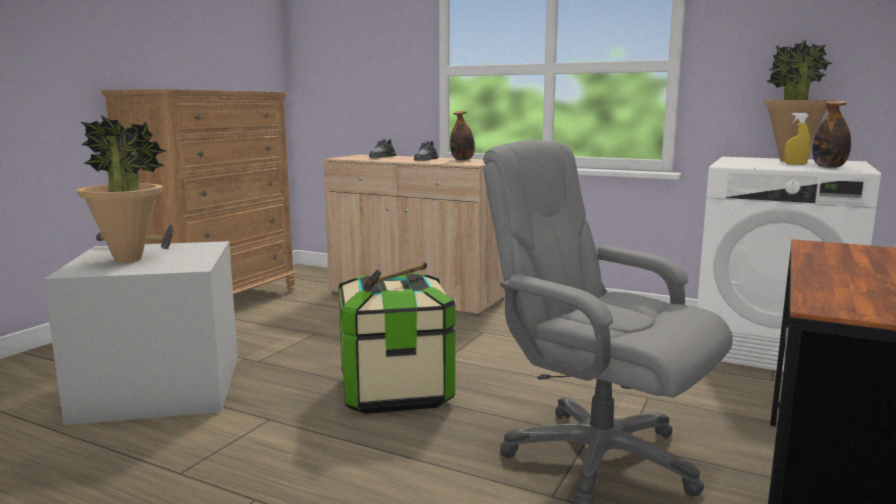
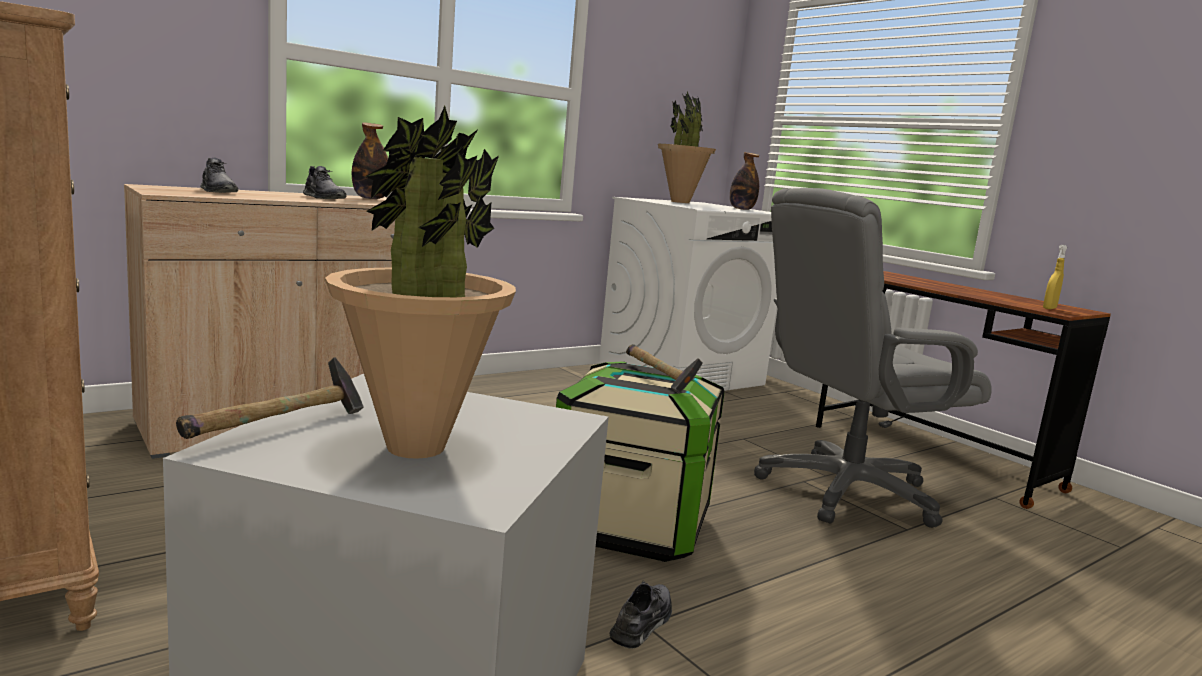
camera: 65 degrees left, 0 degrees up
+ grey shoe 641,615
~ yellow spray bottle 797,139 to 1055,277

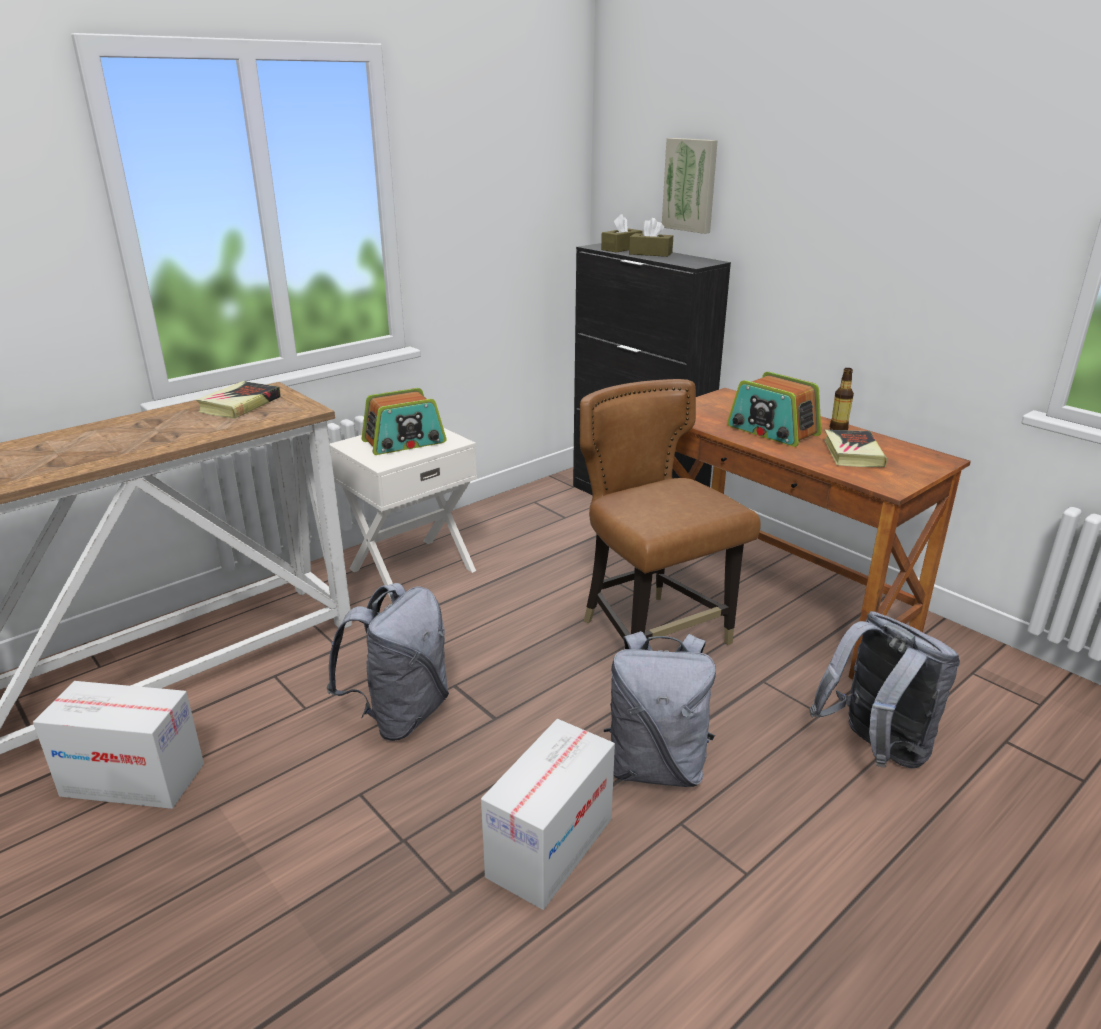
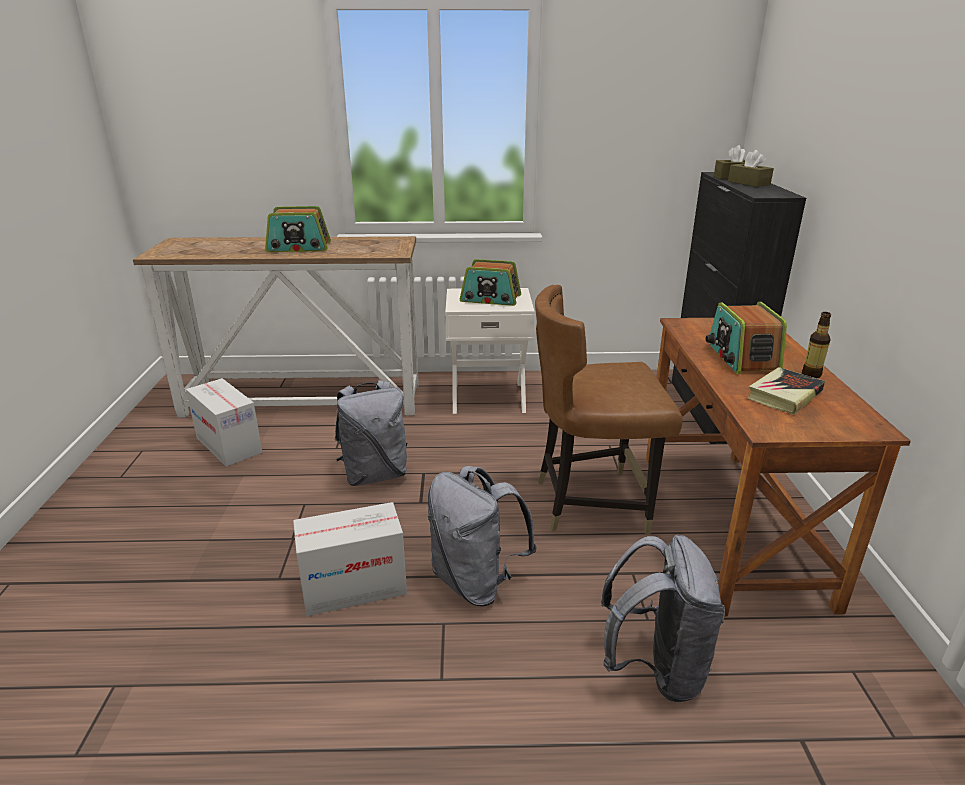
camera: 40 degrees right, 0 degrees up
- book 238,399
- picture 690,186
+ radio 298,229
~ brown chair 670,512 = 609,409 105 degrees counterclockwise

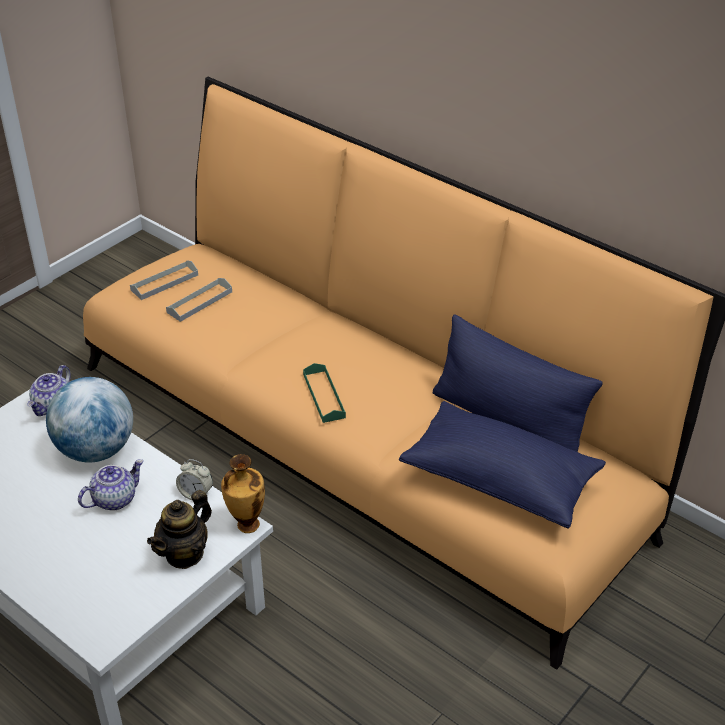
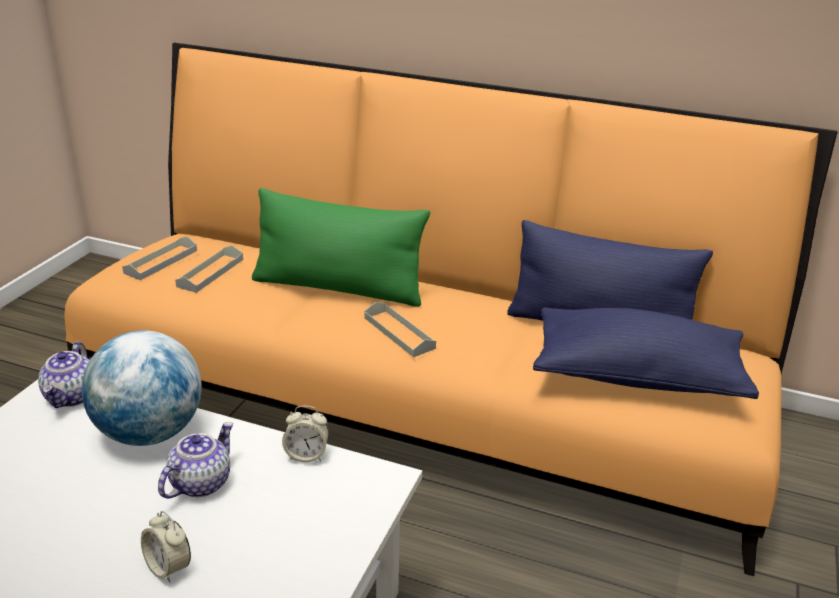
camera: 20 degrees left, 10 degrees down
- teapot 179,529
- vase 243,493
+ alarm clock 166,547
+ green pillow 341,247
~ green tray 324,393 to grey tray 400,329

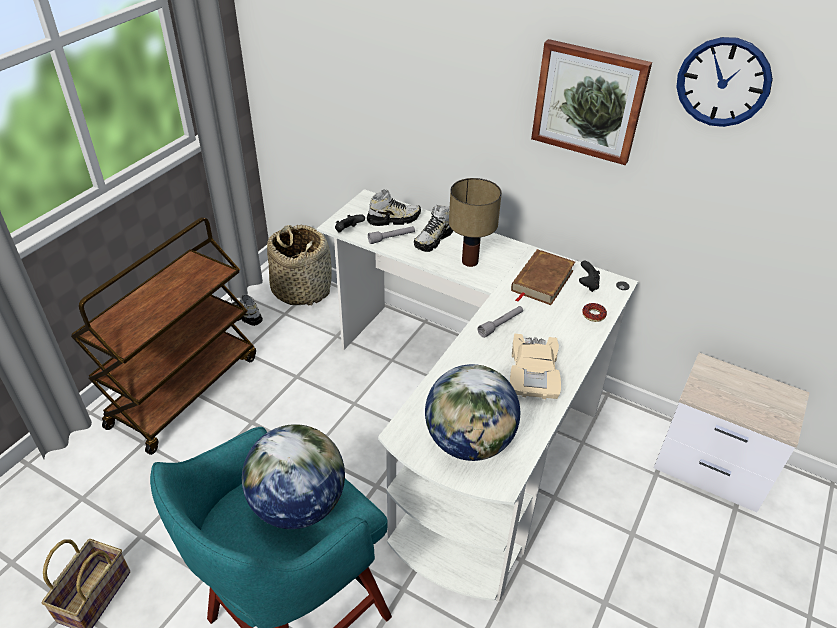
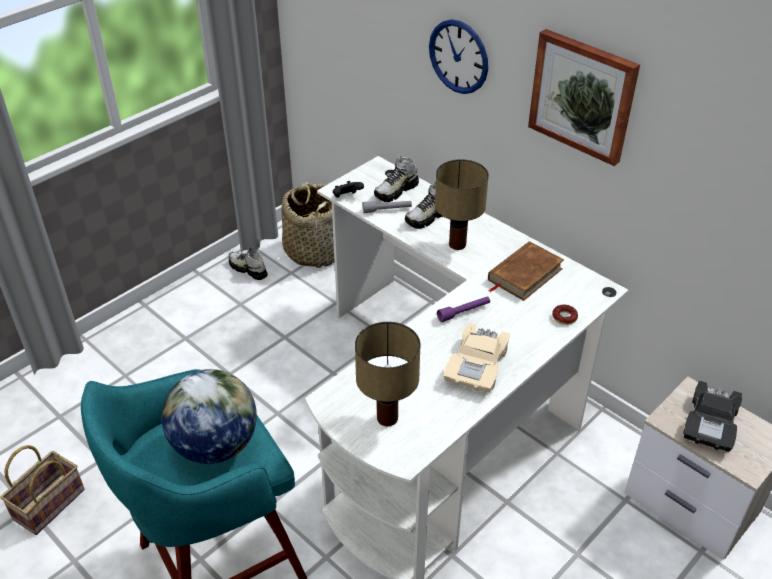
camera: 15 degrees right, 0 degrees up
- brown cart 163,336
- black game controller 589,276
+ black toy car 712,416
~ wall clock 724,82 to 458,56
~ globe 472,412 to table lamp 388,374
~ grey flashlight 500,322 to purple flashlight 463,309
~ shoe 394,207 = 396,179 135 degrees clockwise

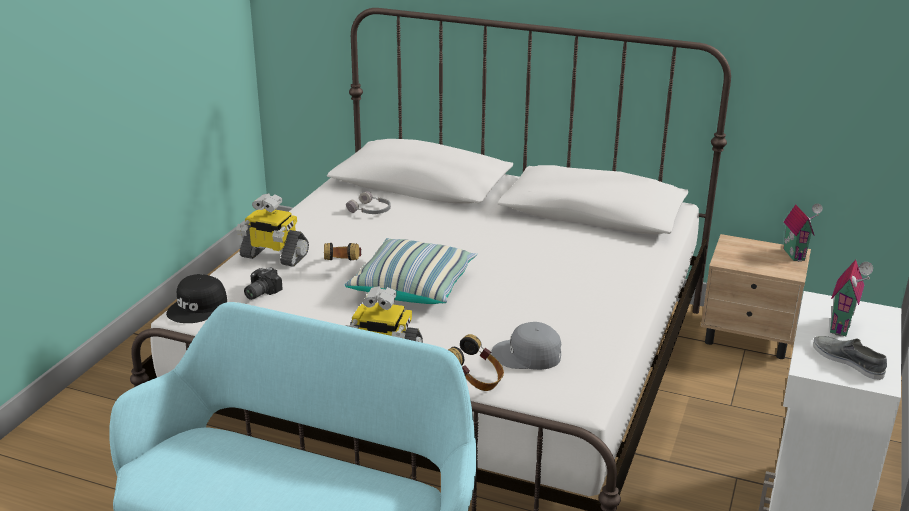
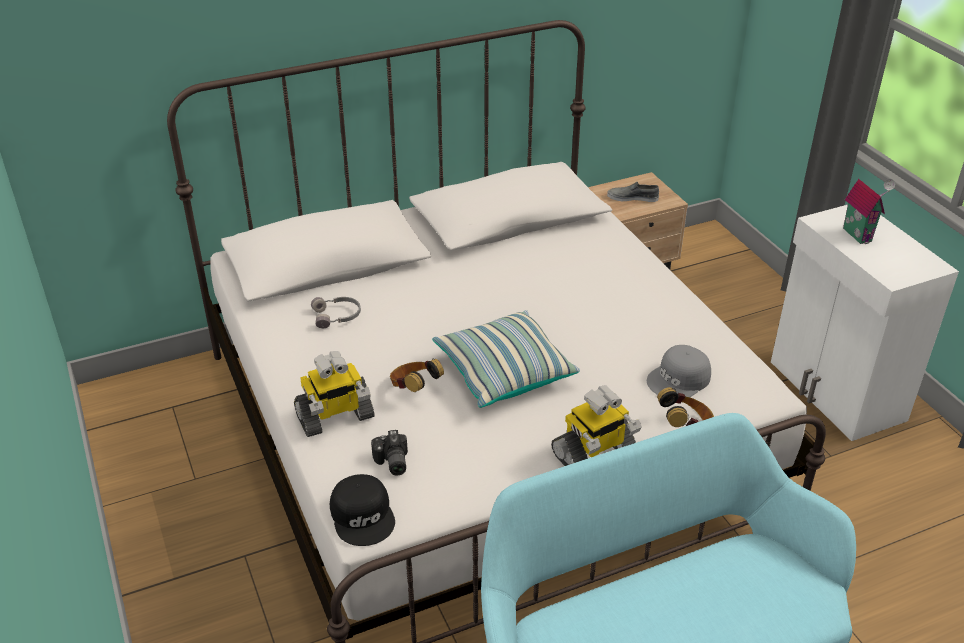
camera: 45 degrees left, 10 degrees up
- toy house 803,232
~ grey shoe 850,358 to 633,192

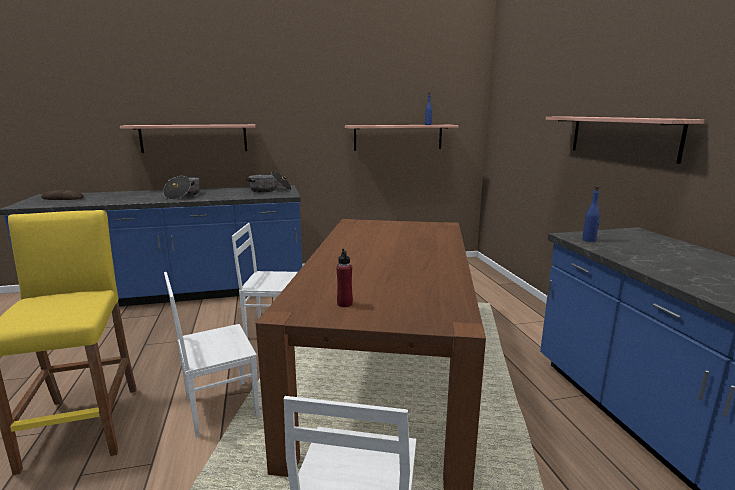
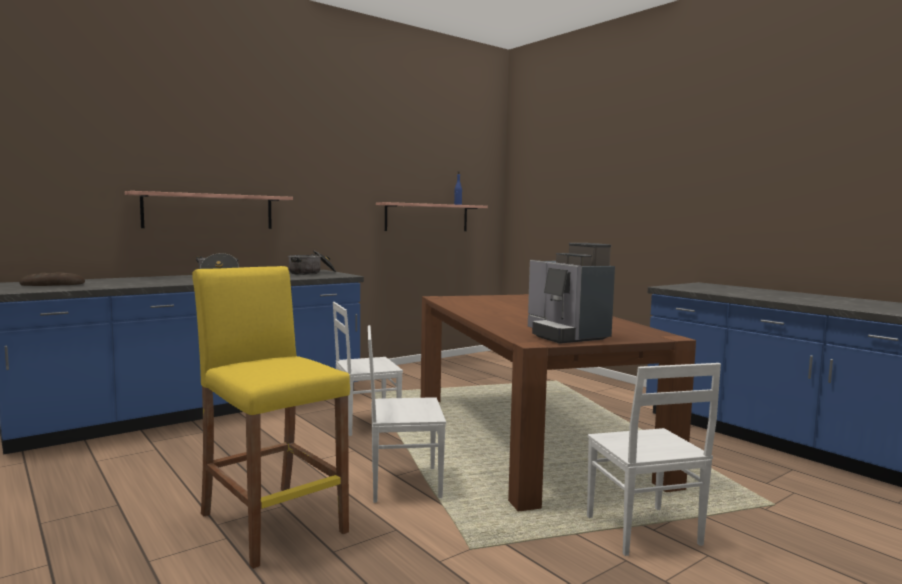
camera: 25 degrees left, 10 degrees down
- shelf 625,140
- blue bottle 591,214
~ red bottle 344,278 to coffee machine 571,293
~ white chair 212,354 = 407,414 45 degrees clockwise

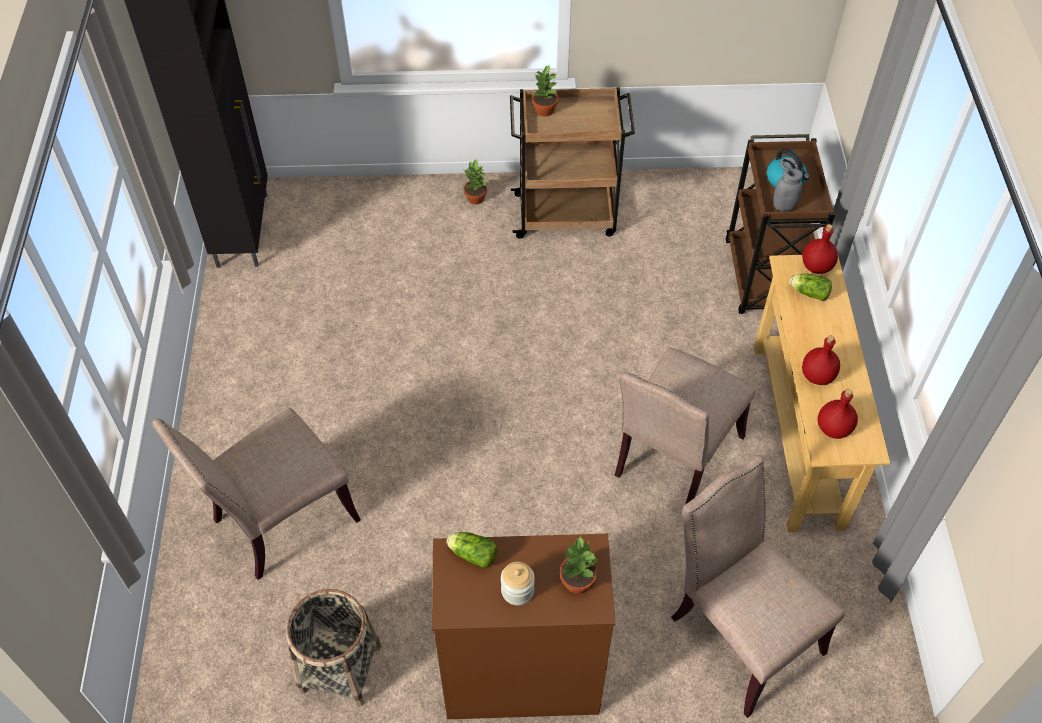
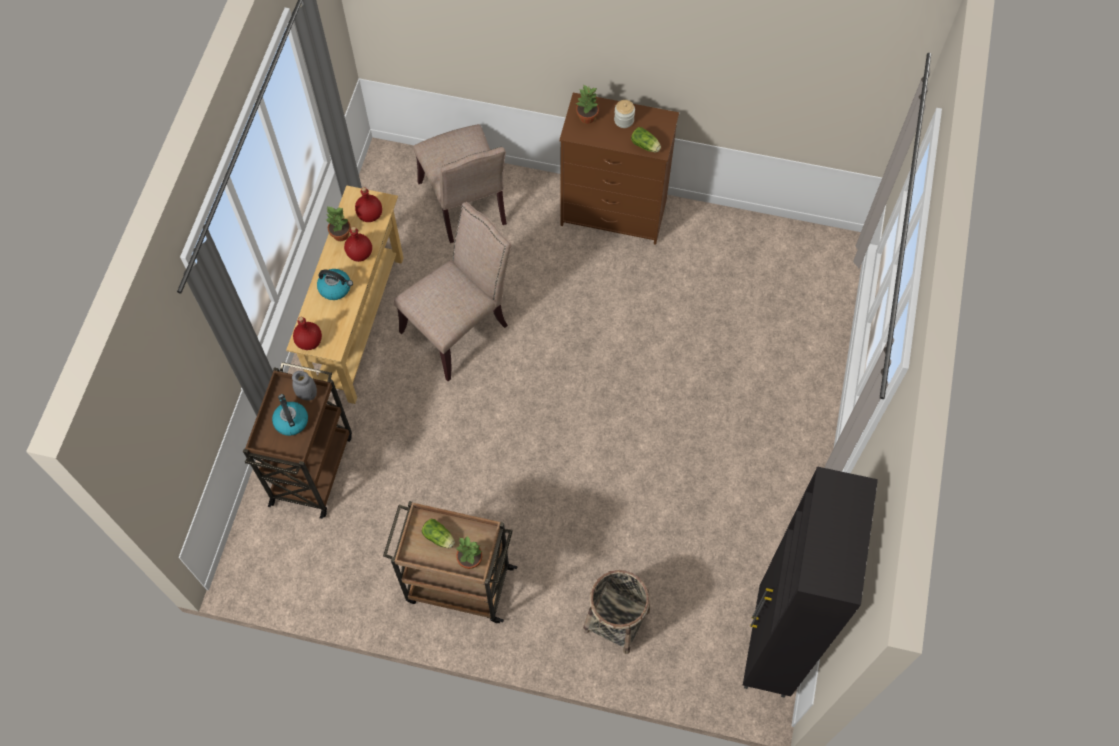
camera: 165 degrees left, 10 degrees up
- beige chair 256,494
+ kettle 335,284
~ basket 333,648 to 616,612
~ potted plant 475,182 to 339,224
~ lettuce 811,287 to 438,533

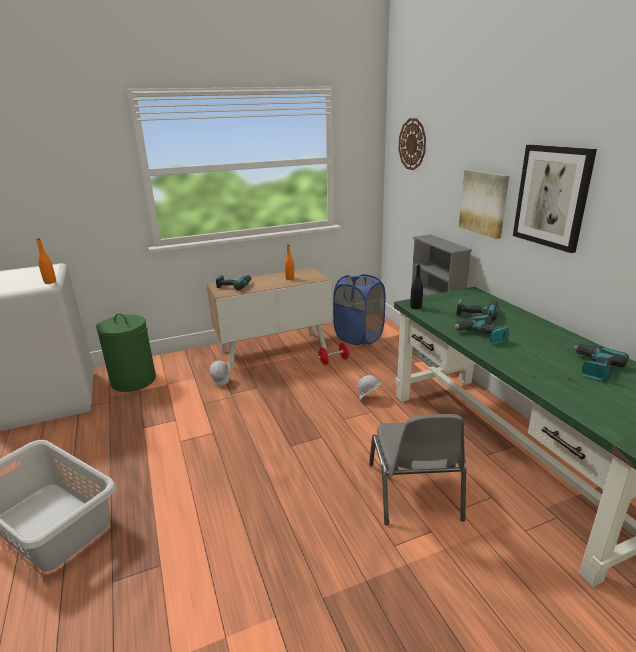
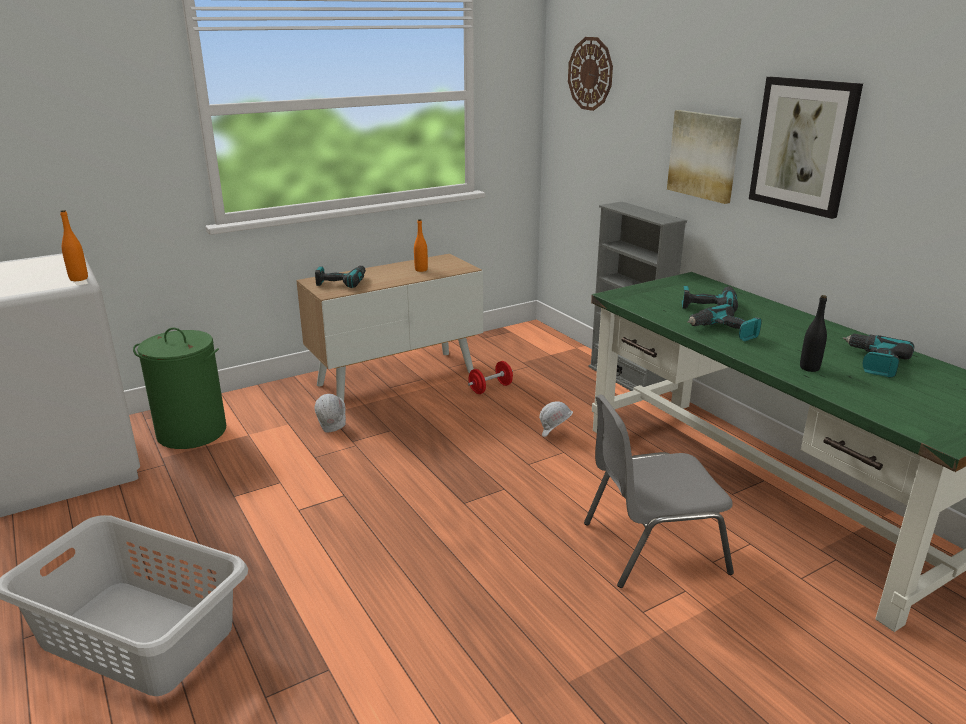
camera: 10 degrees left, 0 degrees up
- blue laundry basket 359,309
~ black bottle 416,286 to 813,333
~ grey chair 417,469 = 659,491 90 degrees clockwise

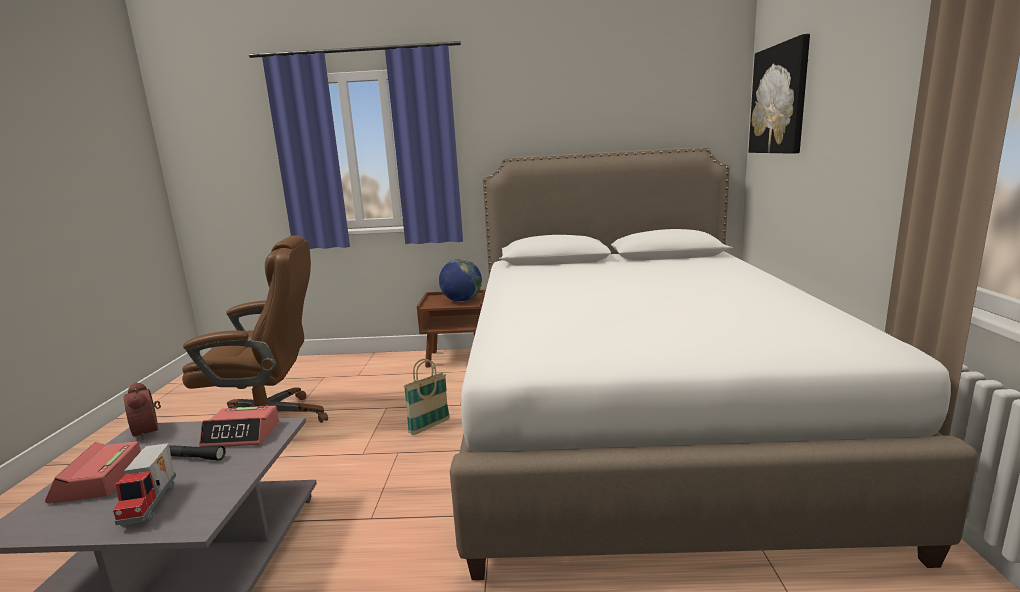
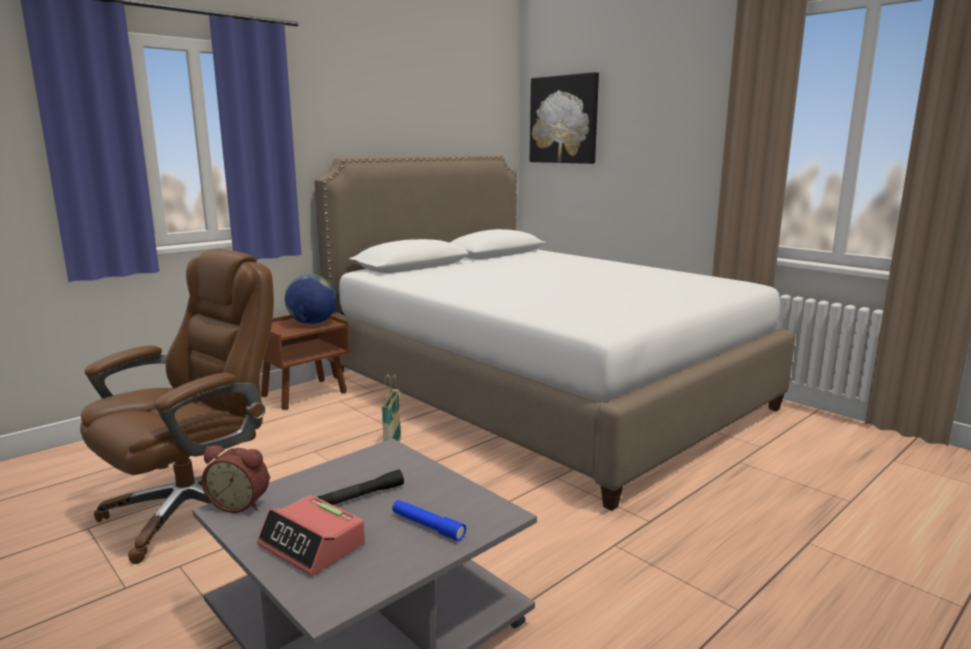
camera: 45 degrees left, 0 degrees up
- alarm clock 239,426
~ toy truck 144,484 to blue flashlight 429,520

